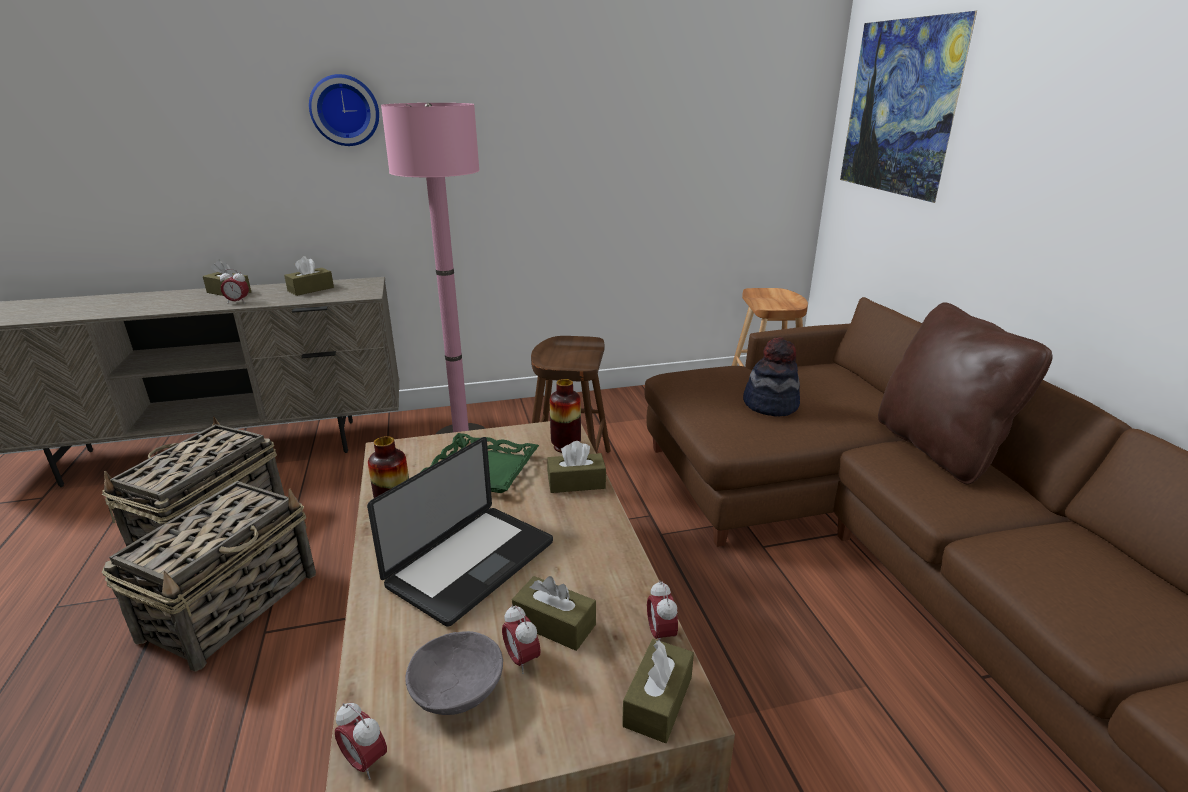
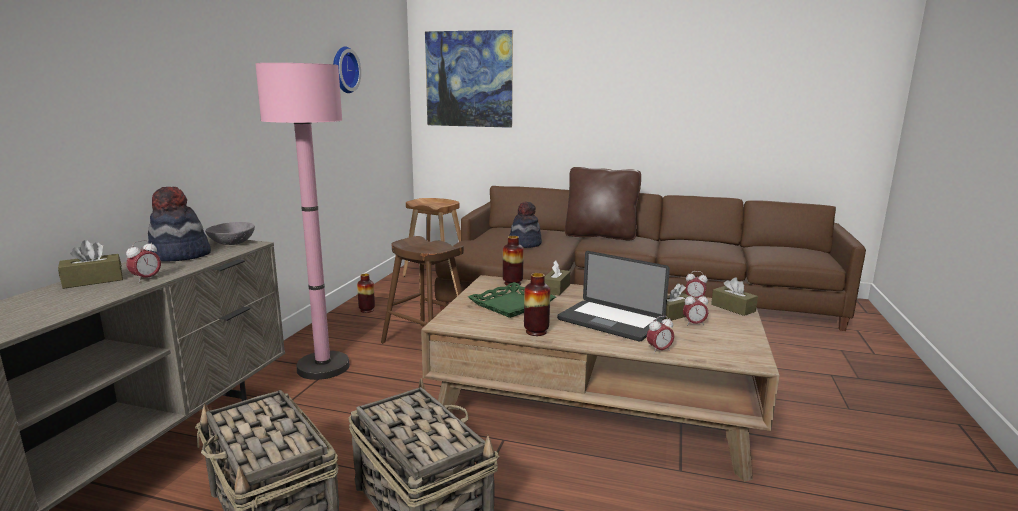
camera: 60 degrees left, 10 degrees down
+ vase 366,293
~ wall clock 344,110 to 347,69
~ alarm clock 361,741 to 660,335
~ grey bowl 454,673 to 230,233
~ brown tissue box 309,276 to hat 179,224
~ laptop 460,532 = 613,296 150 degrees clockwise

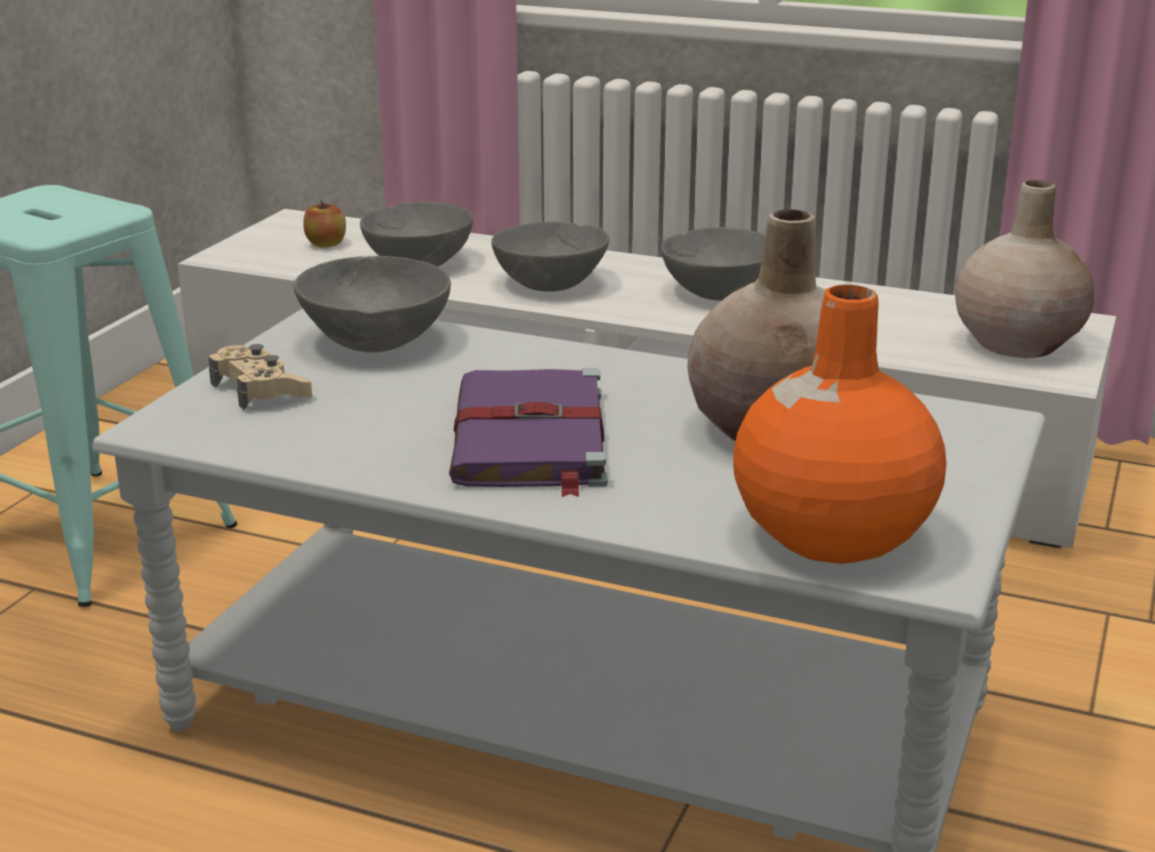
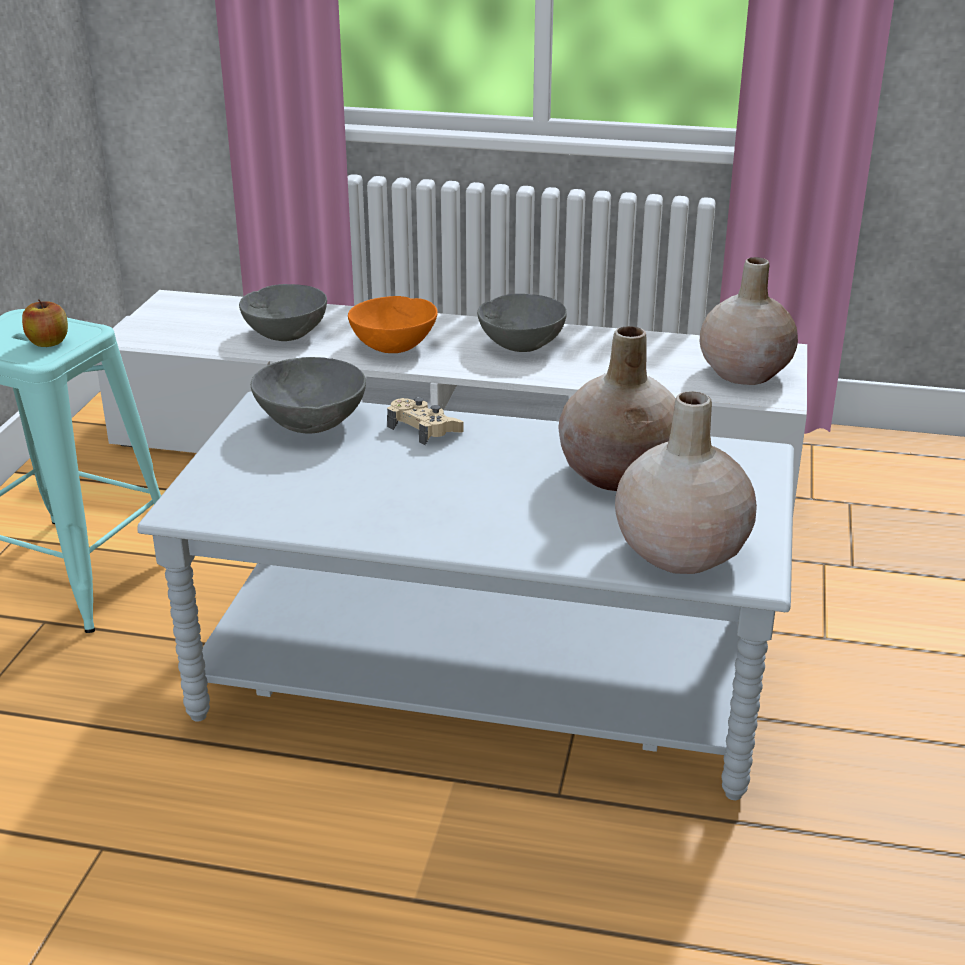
camera: 10 degrees left, 5 degrees up
- purple book 528,433
~ beige game controller 260,377 to 425,421
~ apple 325,224 to 45,323
~ grey bowl 550,257 to orange bowl 393,324
~ orange vase 840,424 to beige vase 686,482

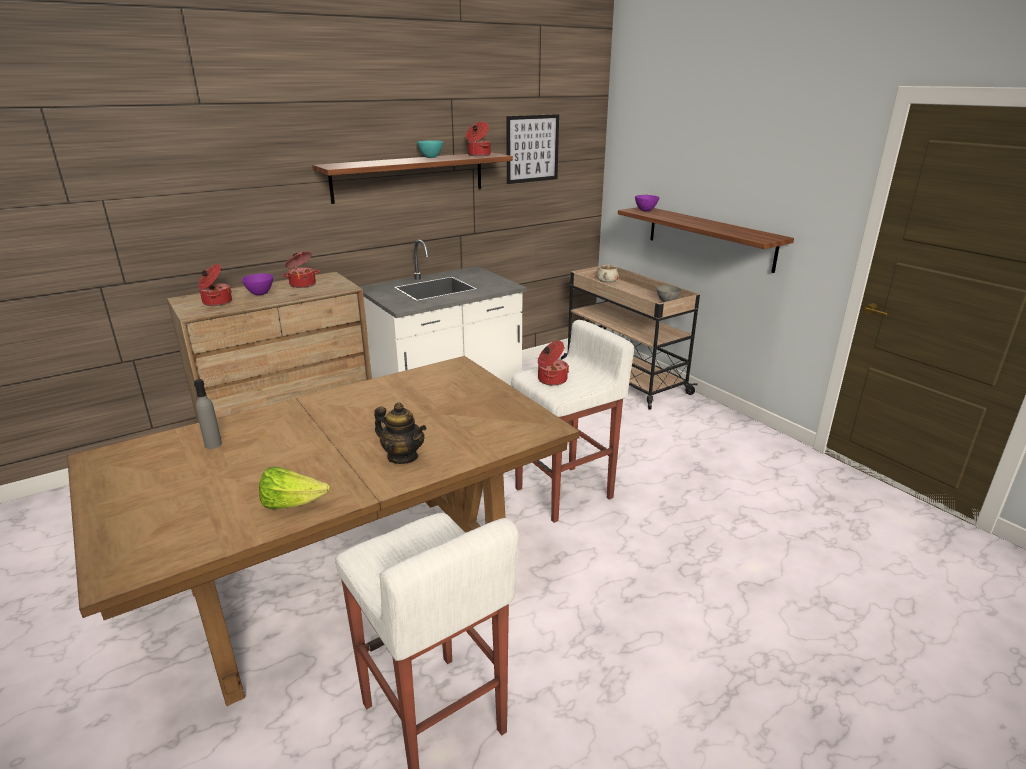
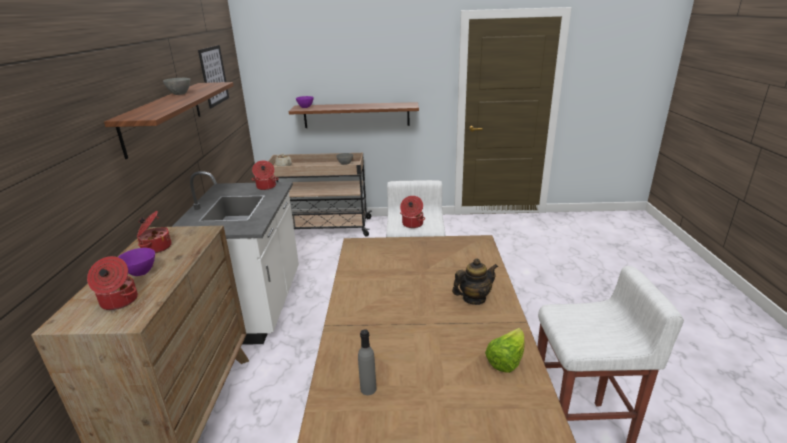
camera: 55 degrees left, 0 degrees up
~ cooking pot 478,139 to 265,175
~ turquoise bowl 430,149 to grey bowl 176,86

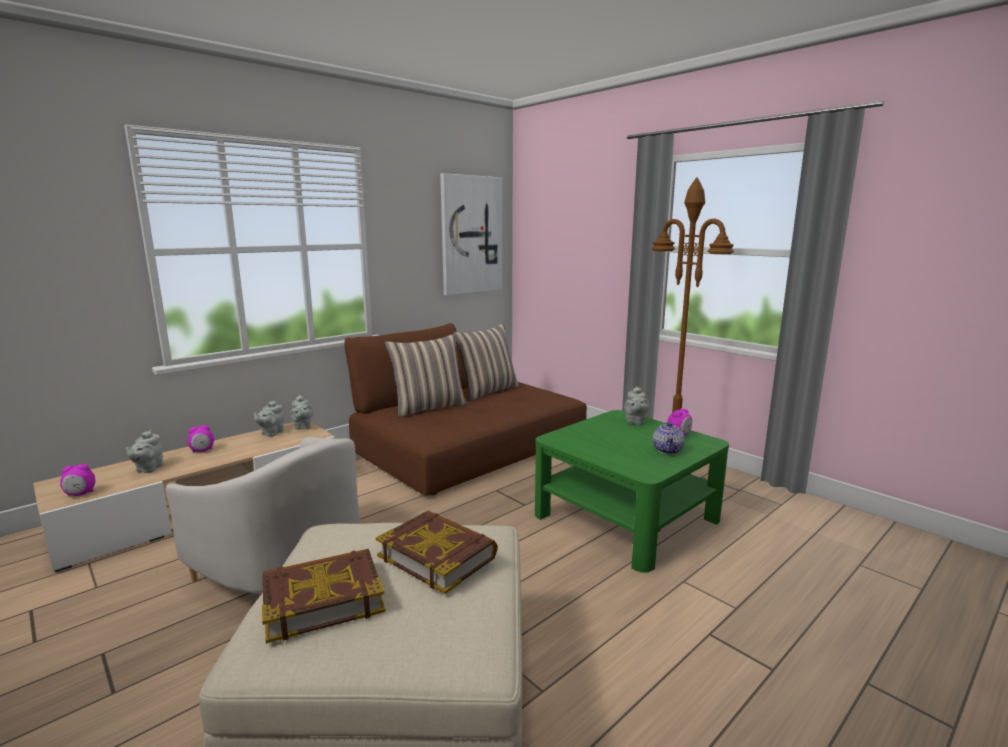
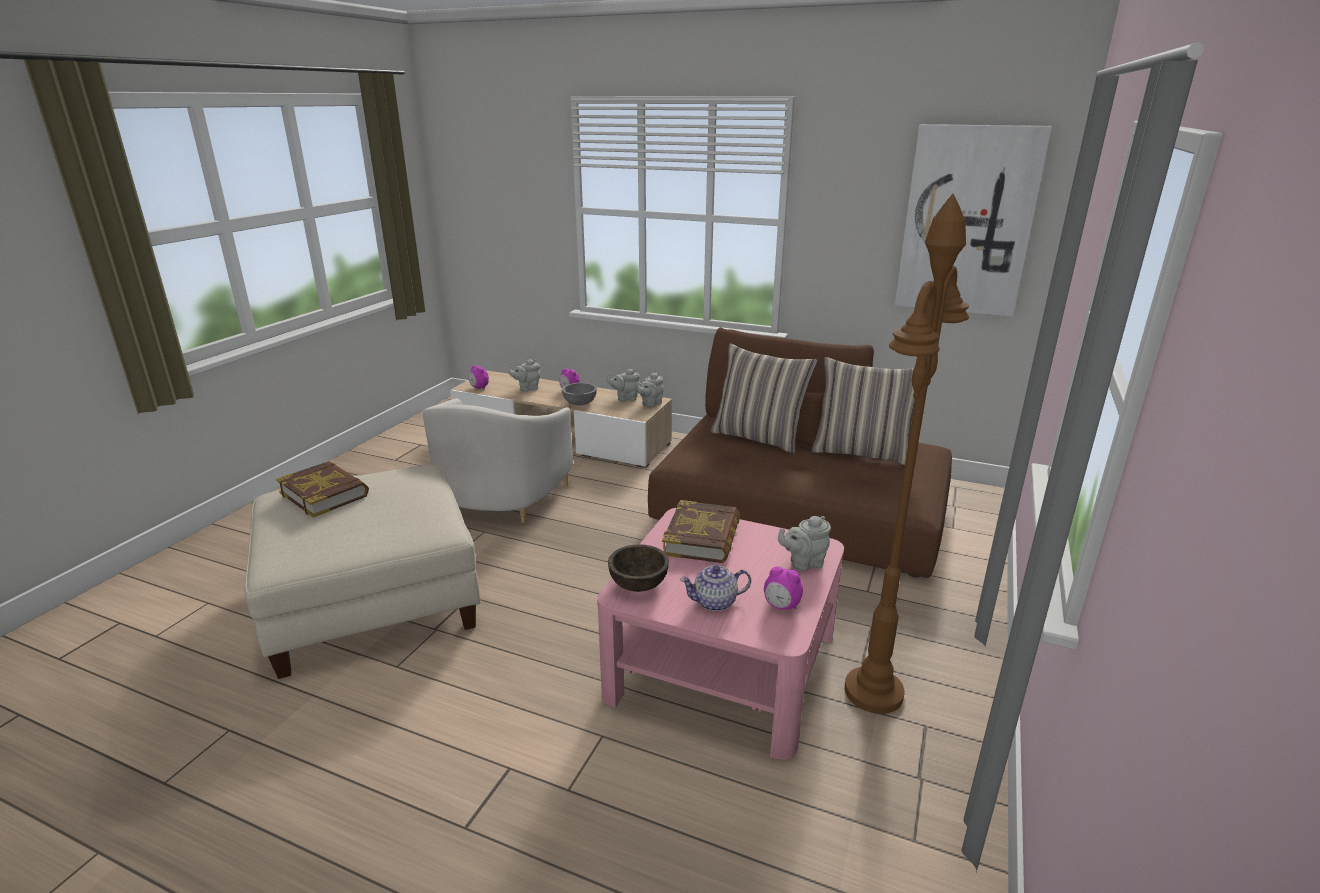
camera: 65 degrees right, 10 degrees up
+ grey bowl 579,394
+ brown bowl 638,568
~ book 437,552 to 701,531
~ green coffee table 632,491 to pink coffee table 720,634

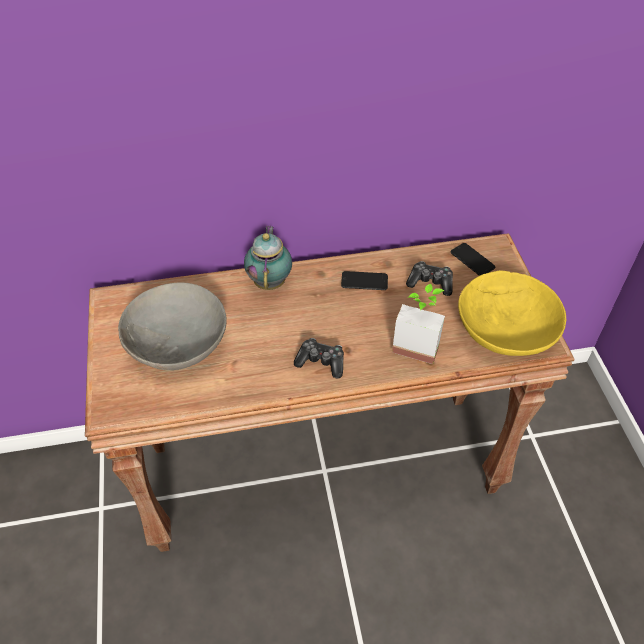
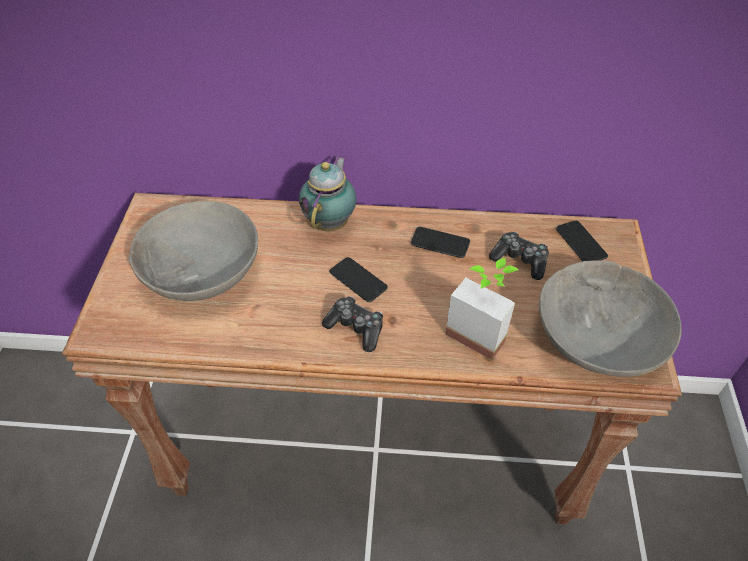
camera: 15 degrees right, 0 degrees up
+ phone 358,279
~ yellow bowl 512,313 to grey bowl 610,318

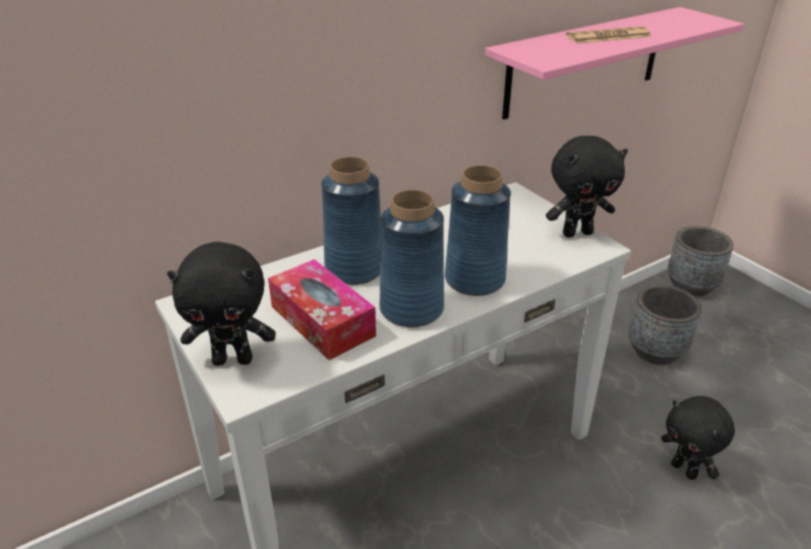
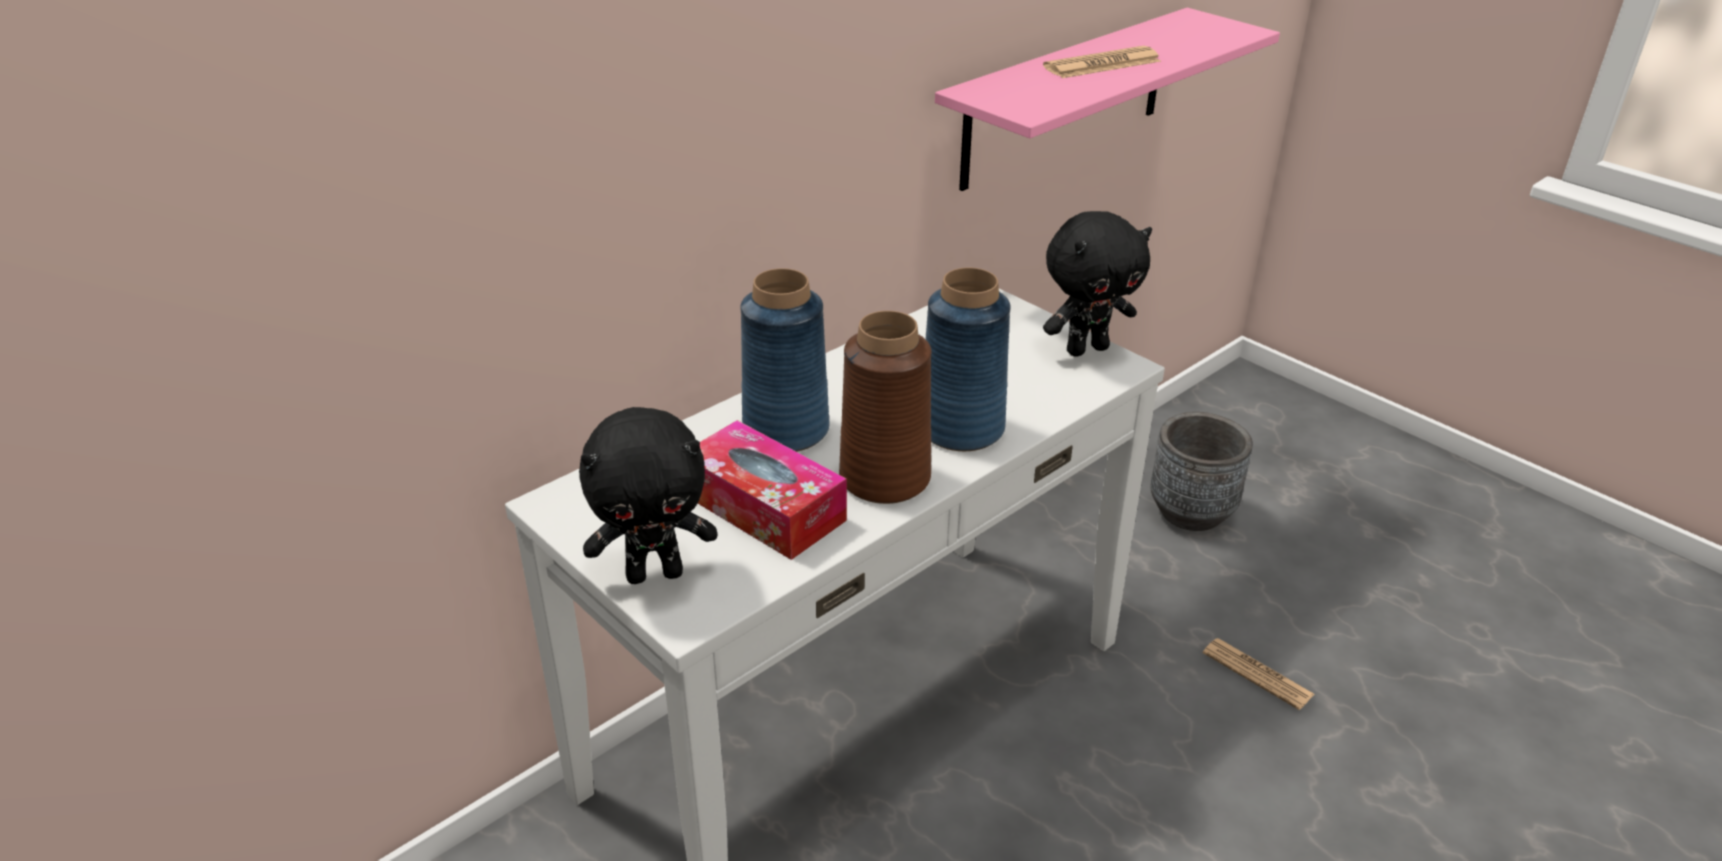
camera: 10 degrees left, 0 degrees up
- grey planter 700,261
~ black plush toy 698,438 to newspaper 1258,674
~ blue vase 412,258 to brown vase 885,407

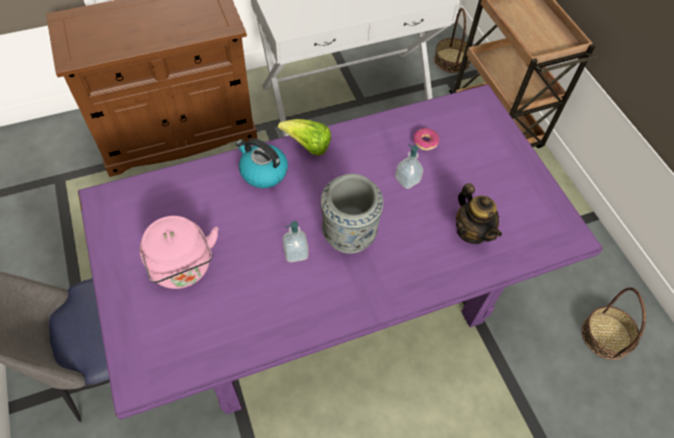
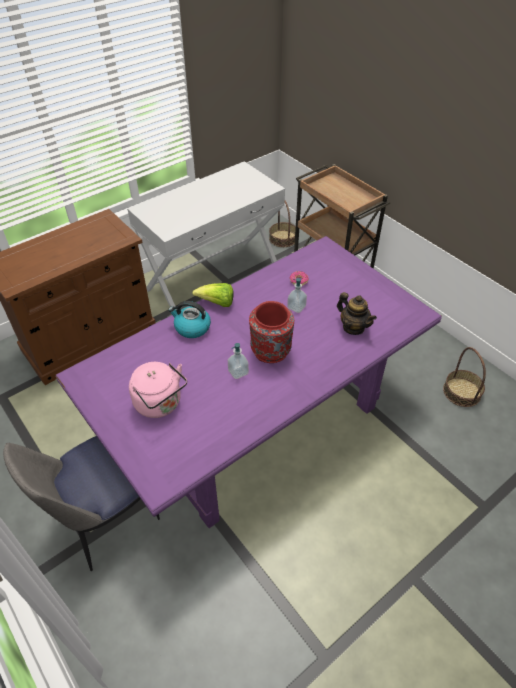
camera: 15 degrees left, 10 degrees down
~ grey vase 352,214 to red vase 271,332

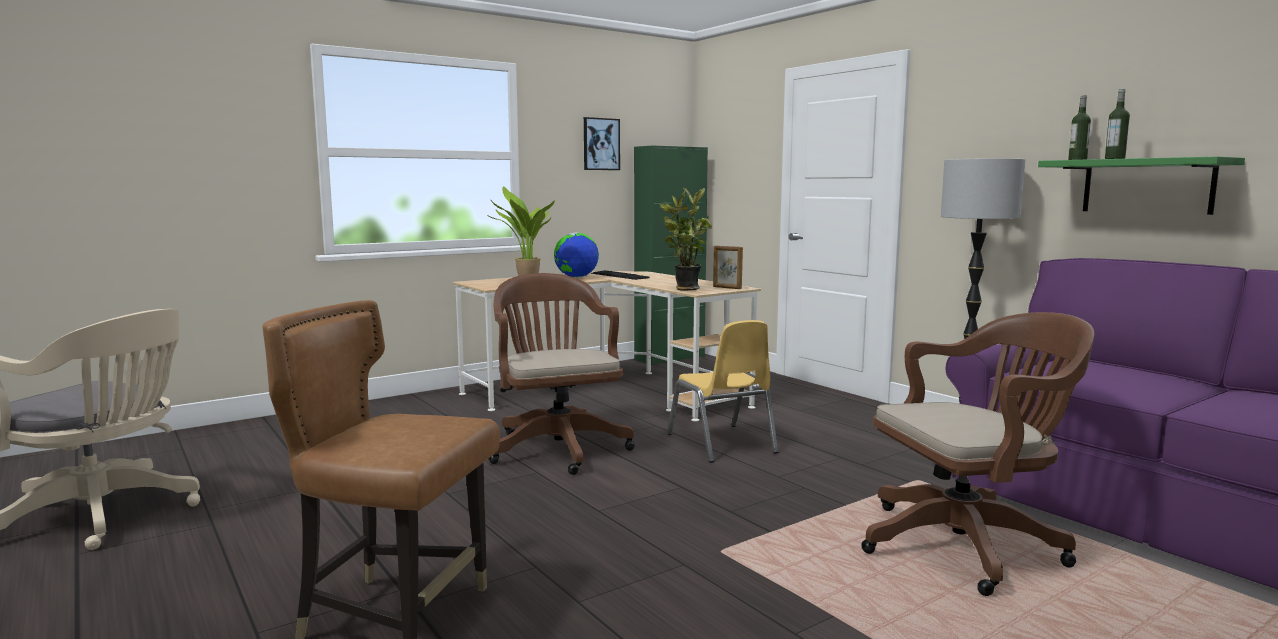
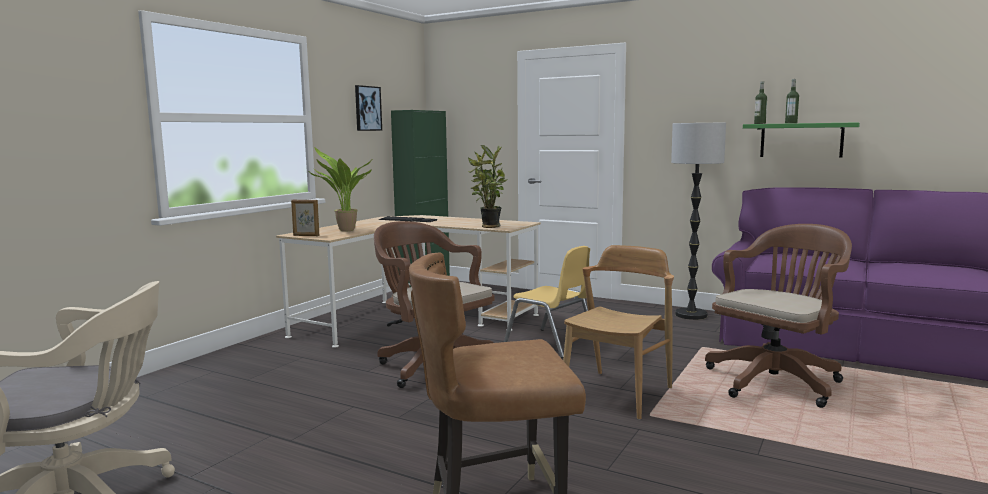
camera: 25 degrees left, 0 degrees up
- globe 576,255
+ brown chair 618,332
~ picture frame 728,267 to 305,218

